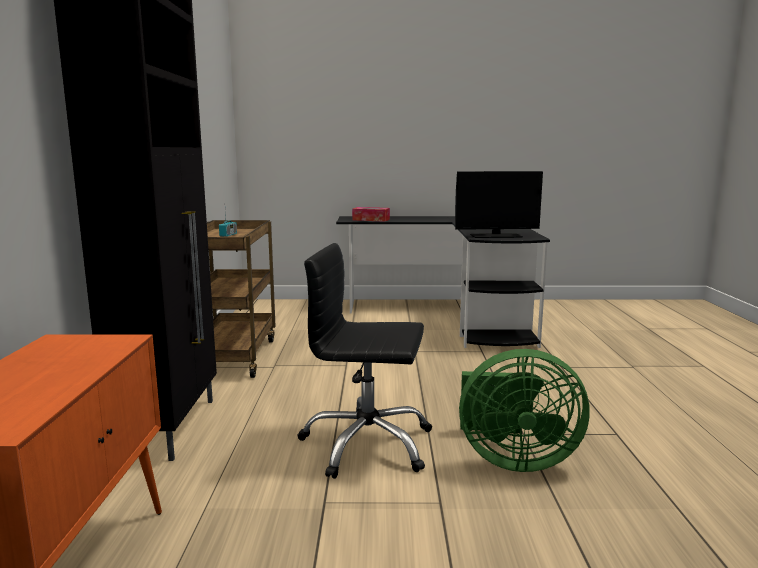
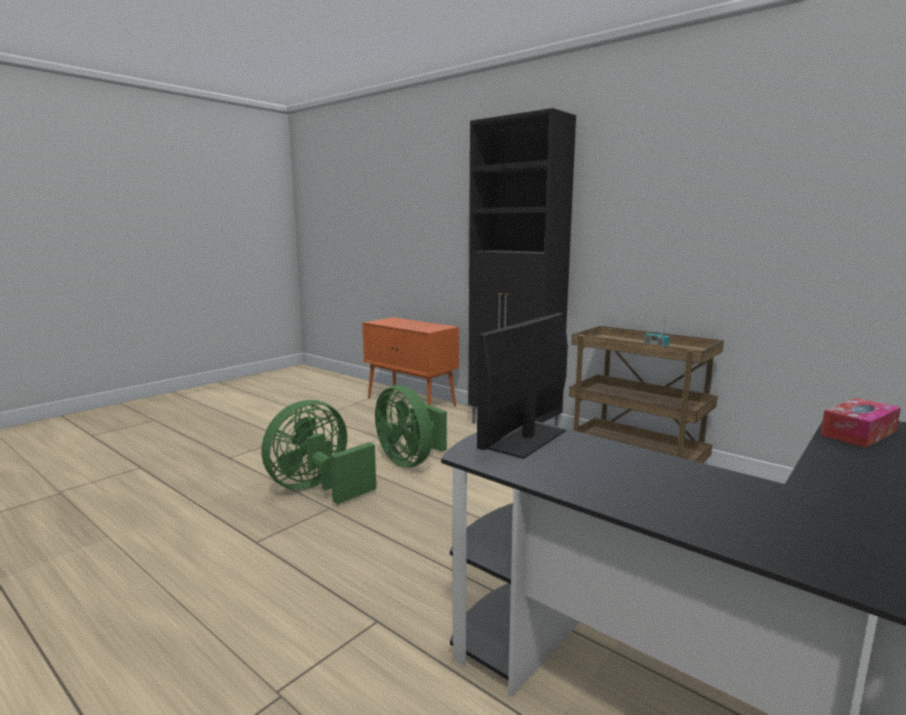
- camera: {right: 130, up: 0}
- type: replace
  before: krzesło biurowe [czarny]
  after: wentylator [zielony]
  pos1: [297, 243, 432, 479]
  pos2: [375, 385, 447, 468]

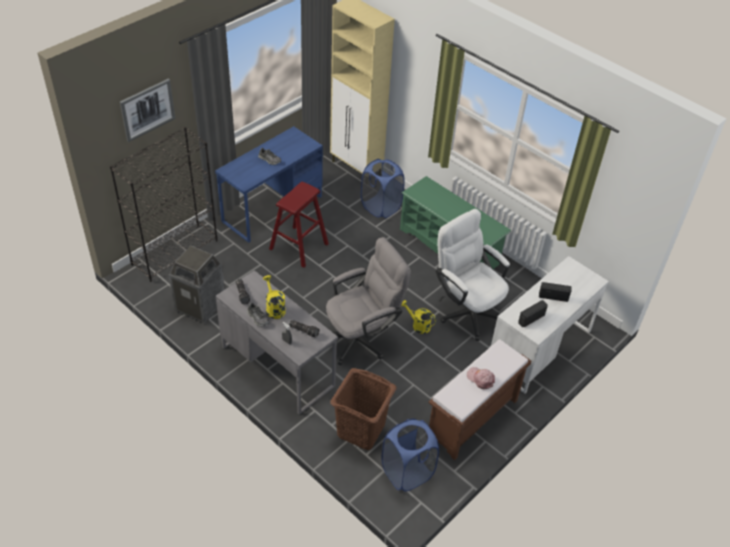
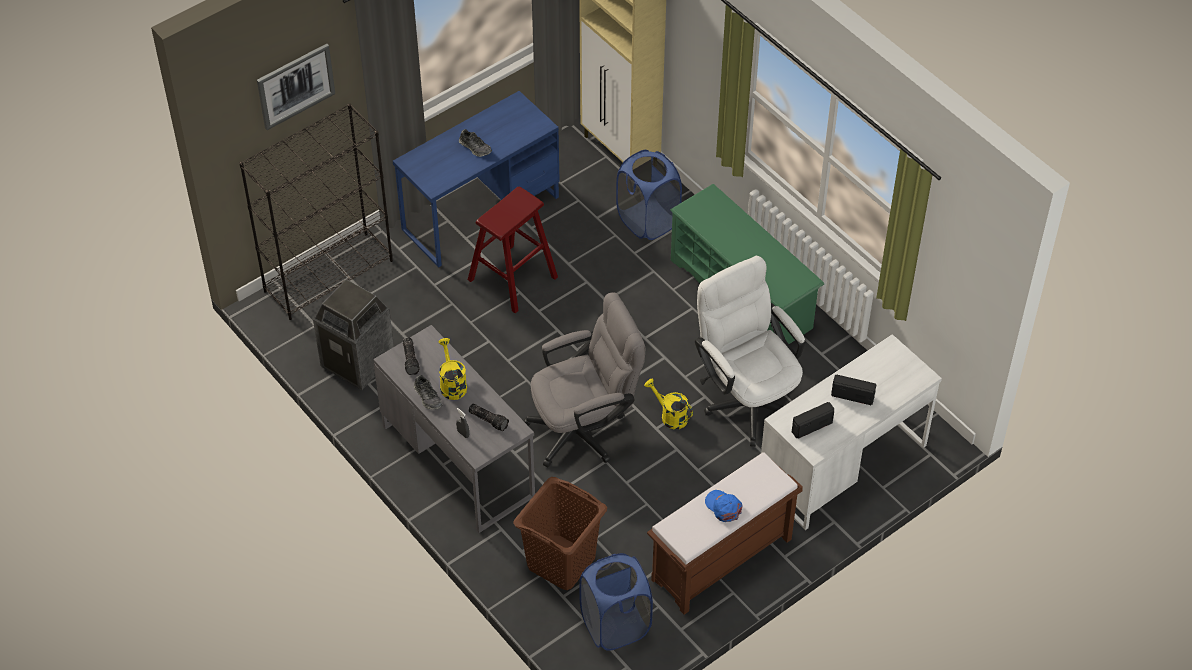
- camera: {right: 10, up: 5}
- type: recolor
  before: czapka z daszkiem [różowy]
  after: czapka z daszkiem [niebieski]
  pos1: [467, 367, 495, 389]
  pos2: [705, 490, 743, 522]

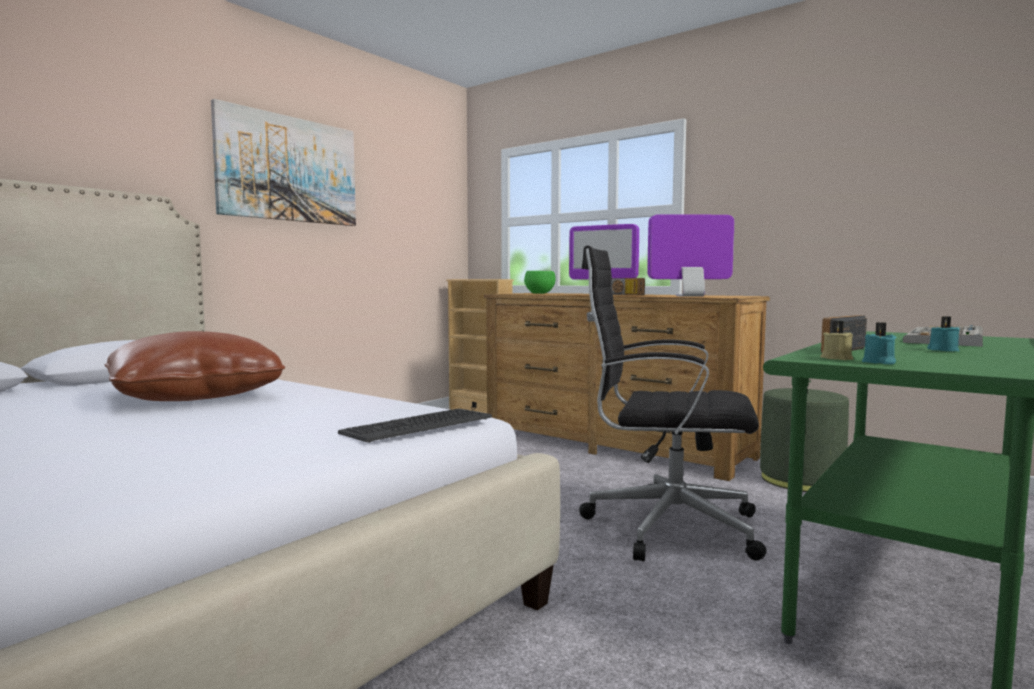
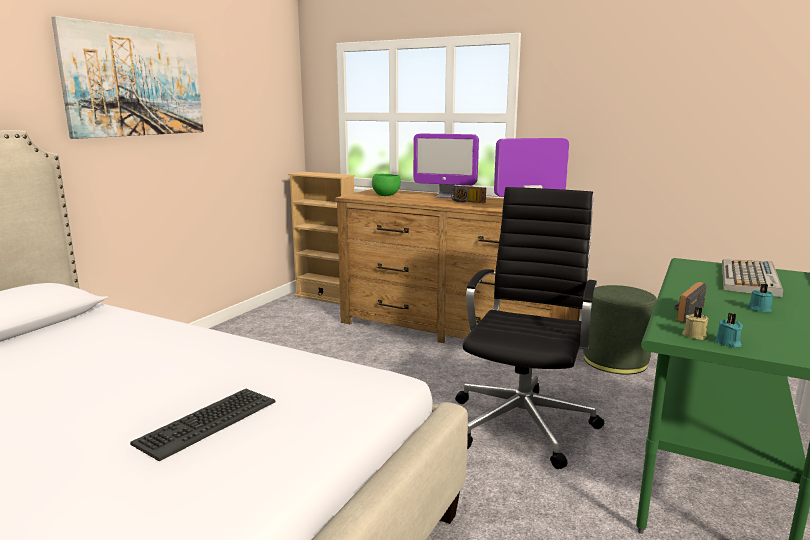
- camera: {right: -10, up: 10}
- type: delete
  before: poduszka [brązowy]
  pos1: [104, 331, 285, 401]
- type: move
  before: klawiatura
  pos1: [338, 408, 492, 443]
  pos2: [130, 389, 276, 461]
- type: rotate
  before: krzesło biurowe [czarny]
  pos1: [579, 246, 766, 561]
  pos2: [455, 187, 604, 469]
  turn: 105

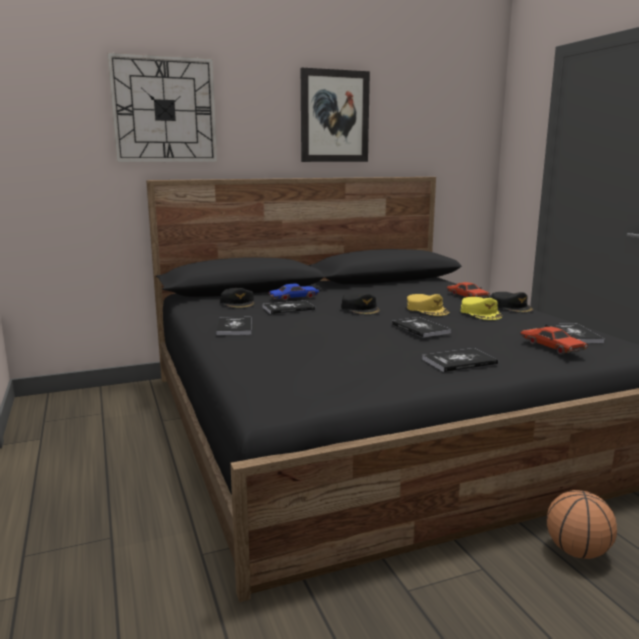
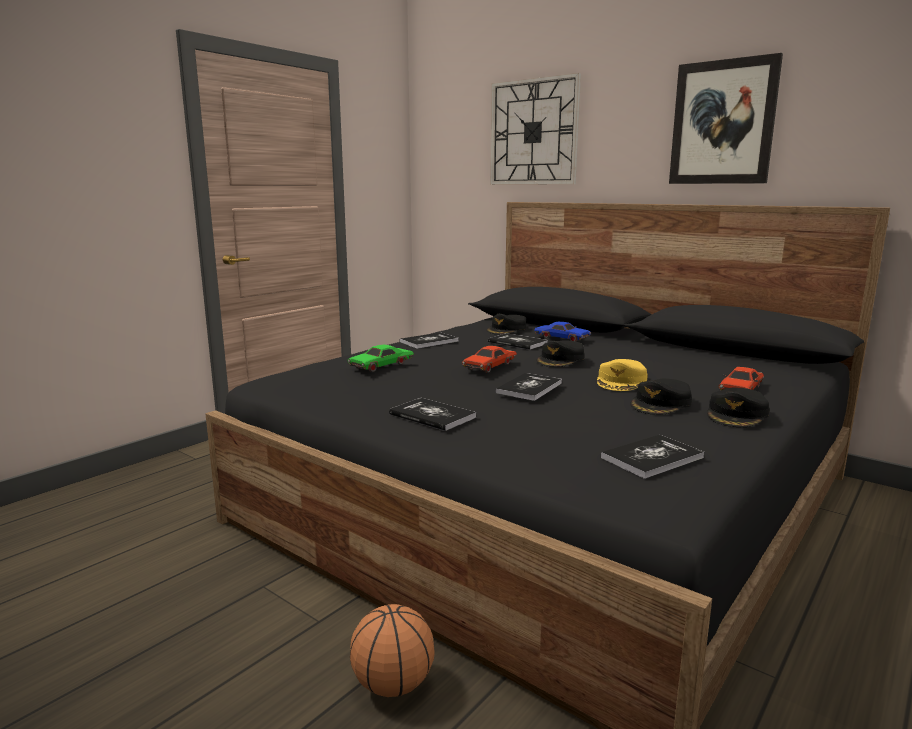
- camera: {right: 60, up: 0}
- type: recolor
  before: czapka z daszkiem [żółty]
  after: czapka z daszkiem [czarny]
  pos1: [461, 297, 503, 320]
  pos2: [630, 379, 692, 415]
- type: move
  before: samochodzik [czerwony]
  pos1: [520, 327, 588, 355]
  pos2: [462, 346, 517, 373]
- type: insert
  after: samochodzik [zielony]
  pos2: [347, 345, 414, 372]

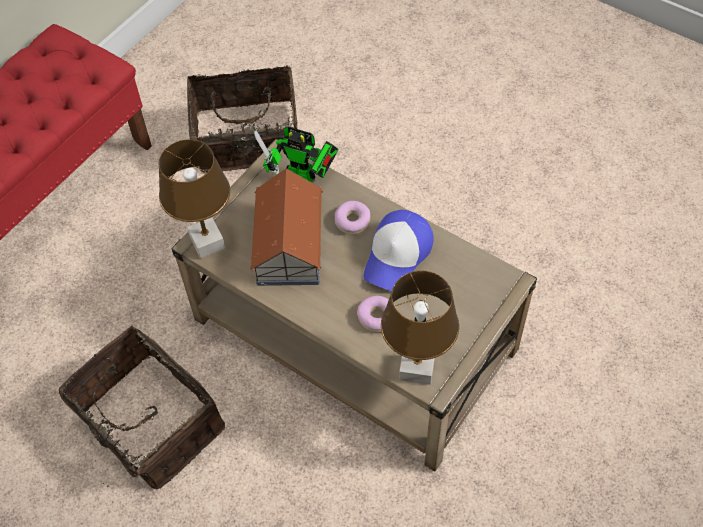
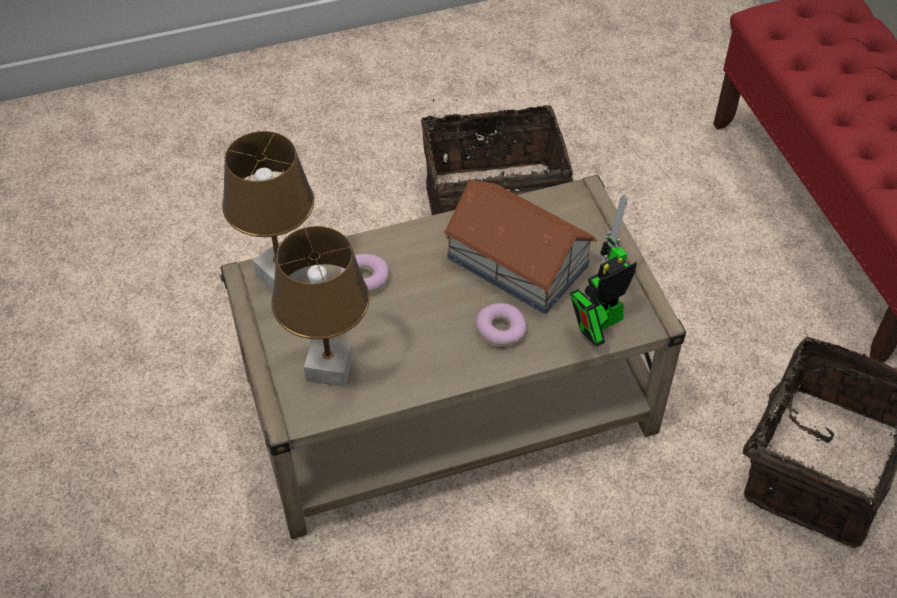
- camera: {right: 125, up: -5}
- type: move
  before: lampa stołowa [brązowy]
  pos1: [159, 139, 230, 258]
  pos2: [271, 226, 370, 387]
- type: delete
  before: czapka z daszkiem
  pos1: [363, 210, 434, 291]

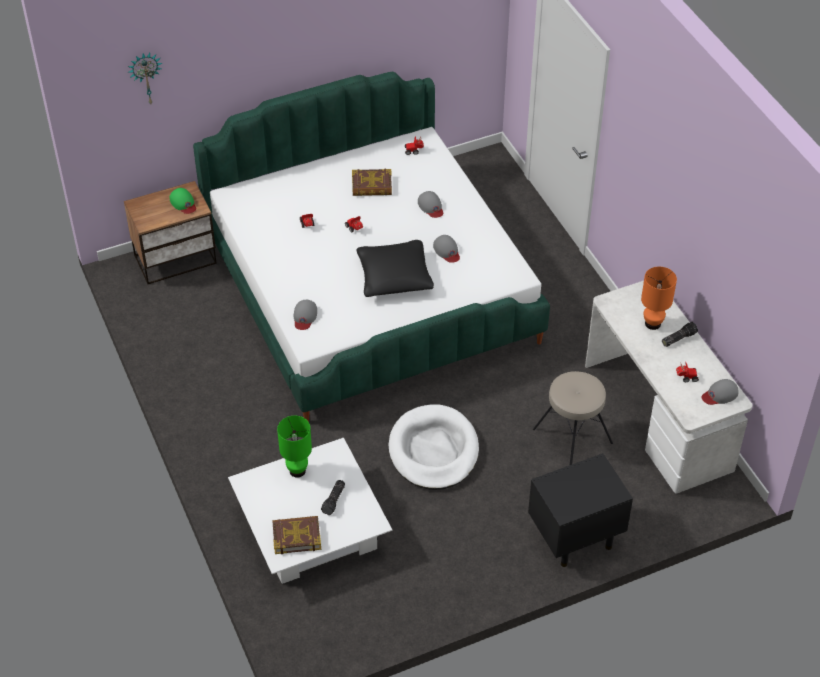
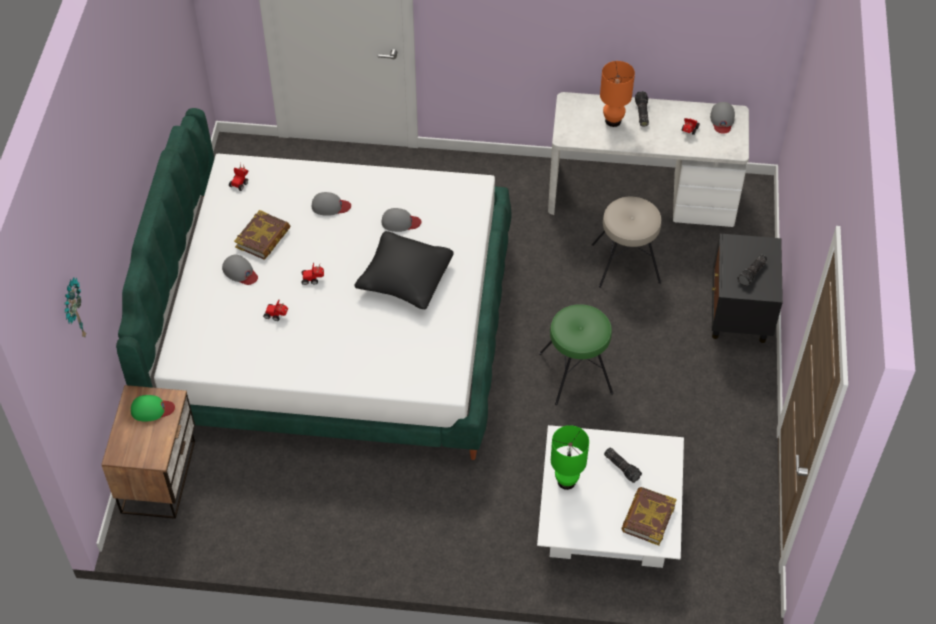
- camera: {right: -60, up: 5}
- type: move
  before: czapka z daszkiem [szary]
  pos1: [294, 300, 317, 330]
  pos2: [222, 255, 258, 285]
- type: replace
  before: legowisko [biały]
  after: stołek [zielony]
  pos1: [388, 404, 479, 490]
  pos2: [539, 304, 614, 405]
- type: insert
  after: latarka
  pos2: [737, 255, 767, 286]

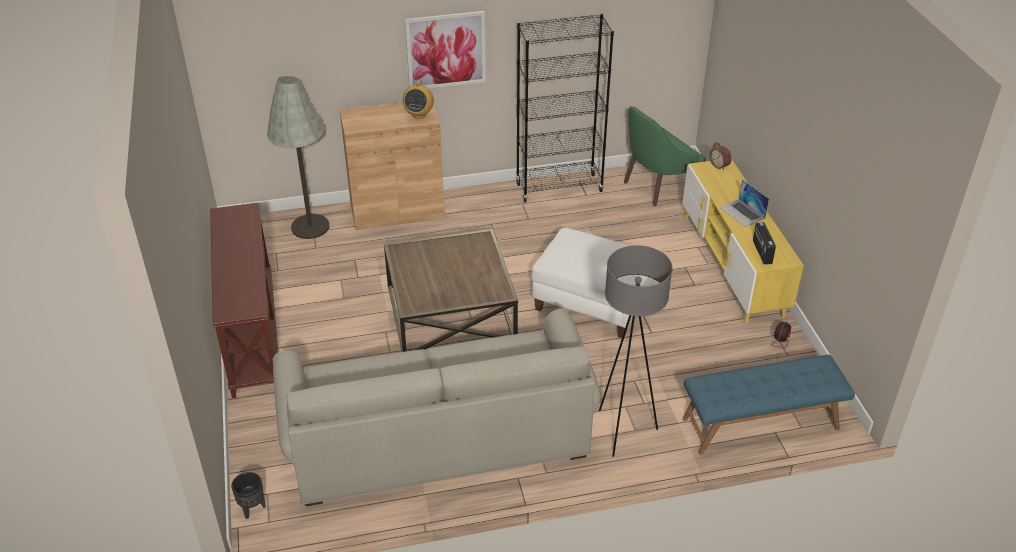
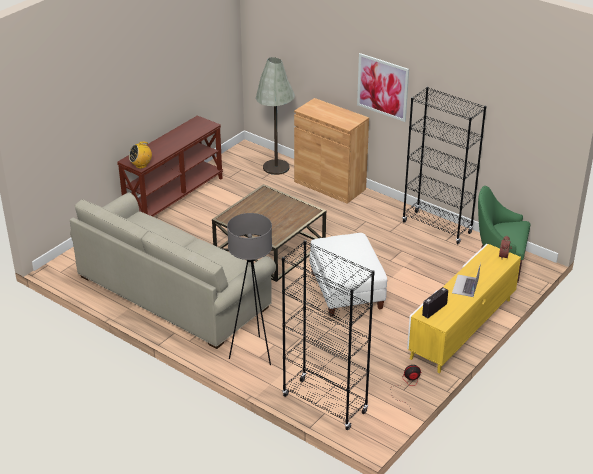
- camera: {right: 50, up: -5}
- type: delete
  before: donica [czarny]
  pos1: [231, 472, 266, 519]
- type: move
  before: radio
  pos1: [403, 80, 434, 119]
  pos2: [129, 142, 152, 169]
- type: replace
  before: ławka [niebieski]
  after: regał [czarny]
  pos1: [683, 355, 855, 455]
  pos2: [282, 240, 375, 430]

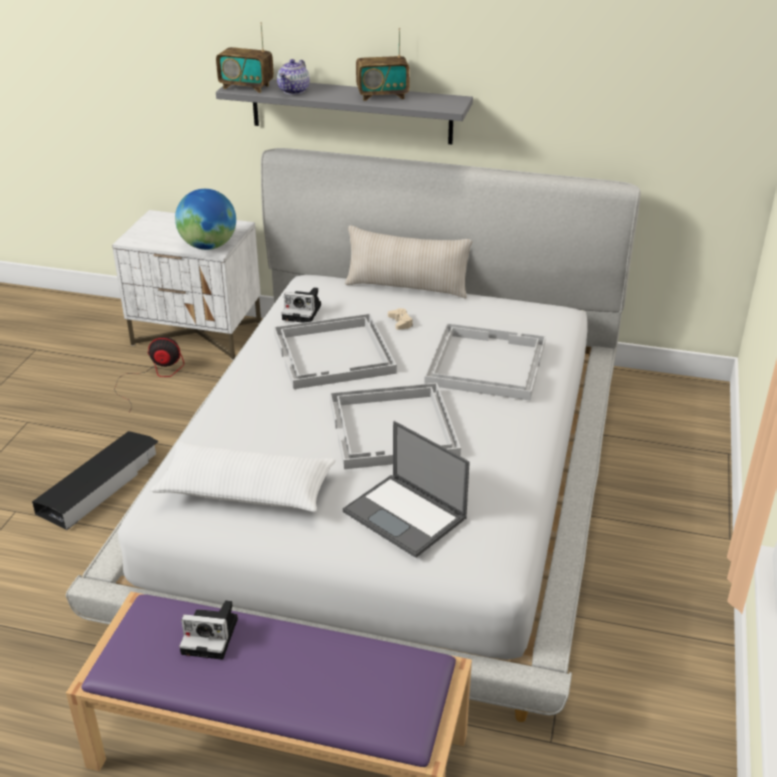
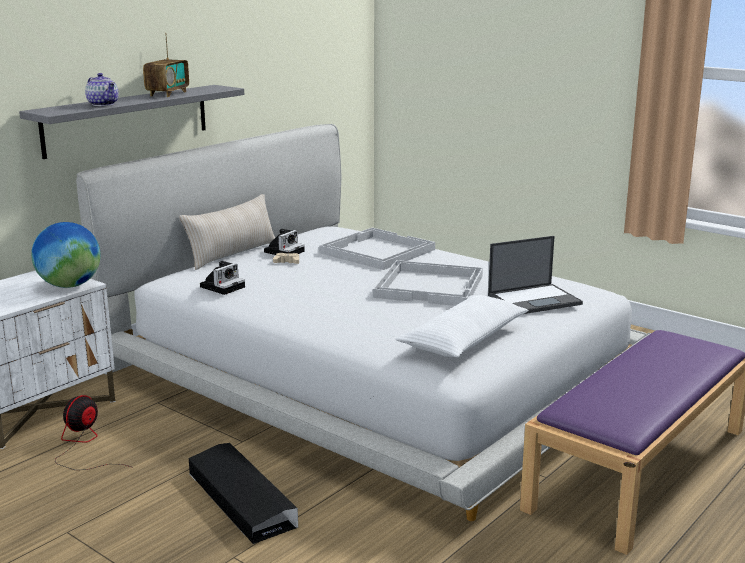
- camera: {right: -65, up: -15}
- type: move
  before: aparat fotograficzny
  pos1: [179, 600, 238, 660]
  pos2: [264, 229, 305, 255]
- type: delete
  before: radio
  pos1: [216, 22, 274, 93]
- type: delete
  before: taca [biały]
  pos1: [274, 313, 397, 389]

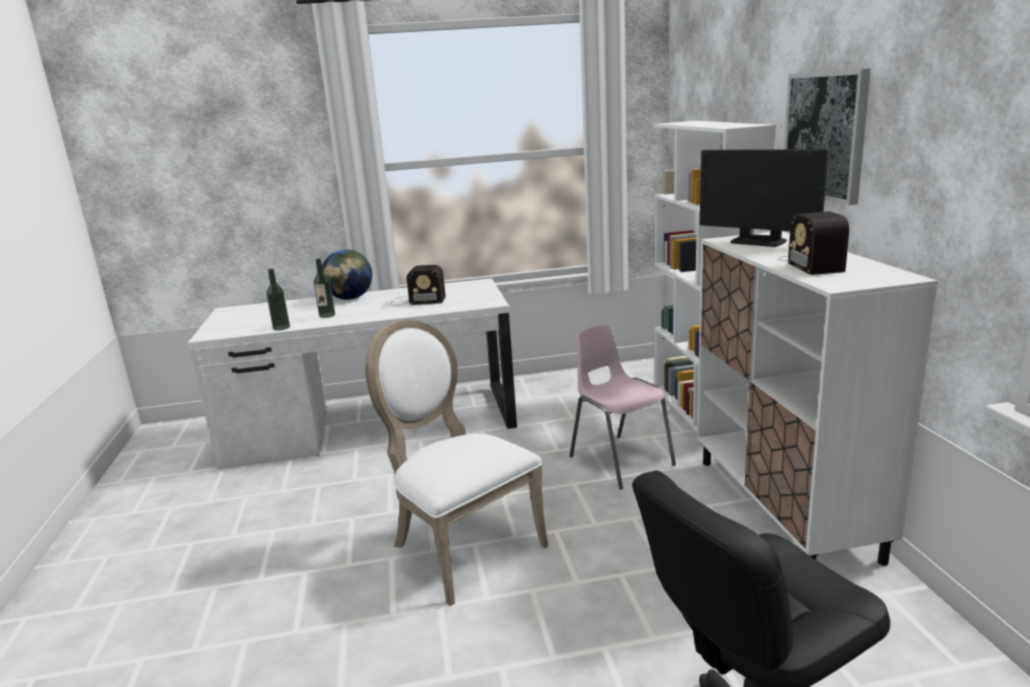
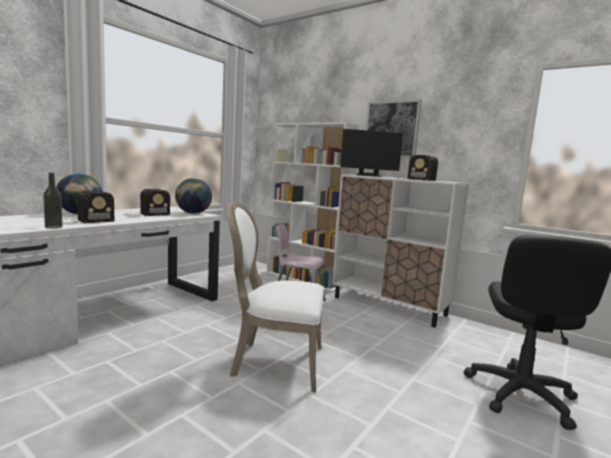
- camera: {right: -45, up: -10}
- type: replace
  before: butelka
  after: radio
  pos1: [314, 258, 335, 318]
  pos2: [62, 191, 114, 224]
- type: insert
  after: globus
  pos2: [175, 178, 212, 214]

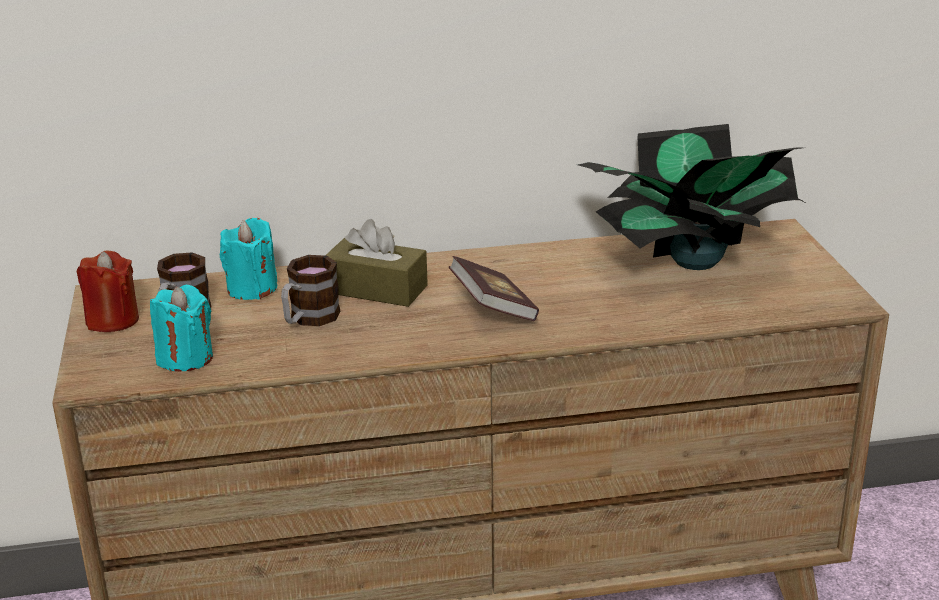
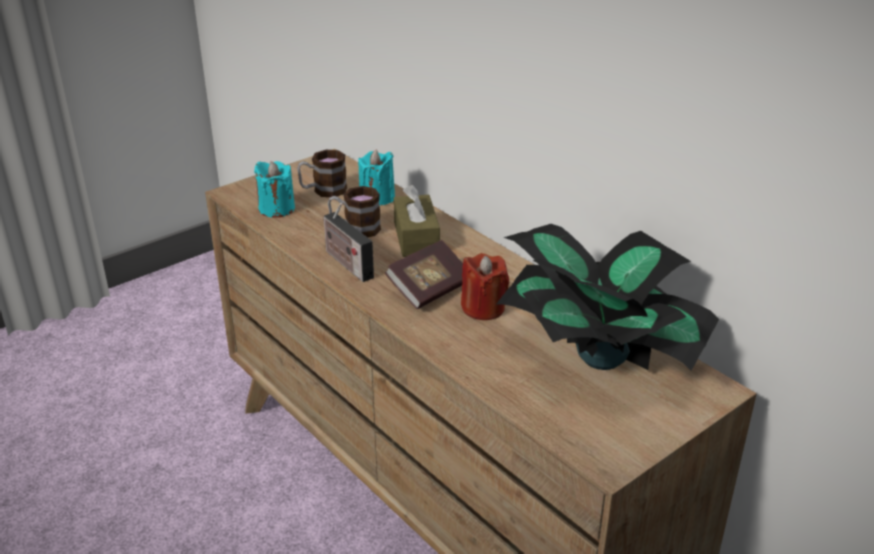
- camera: {right: 60, up: 5}
- type: move
  before: świeca [czerwony]
  pos1: [77, 251, 139, 332]
  pos2: [461, 253, 509, 320]
- type: insert
  after: radio
  pos2: [323, 203, 374, 282]

